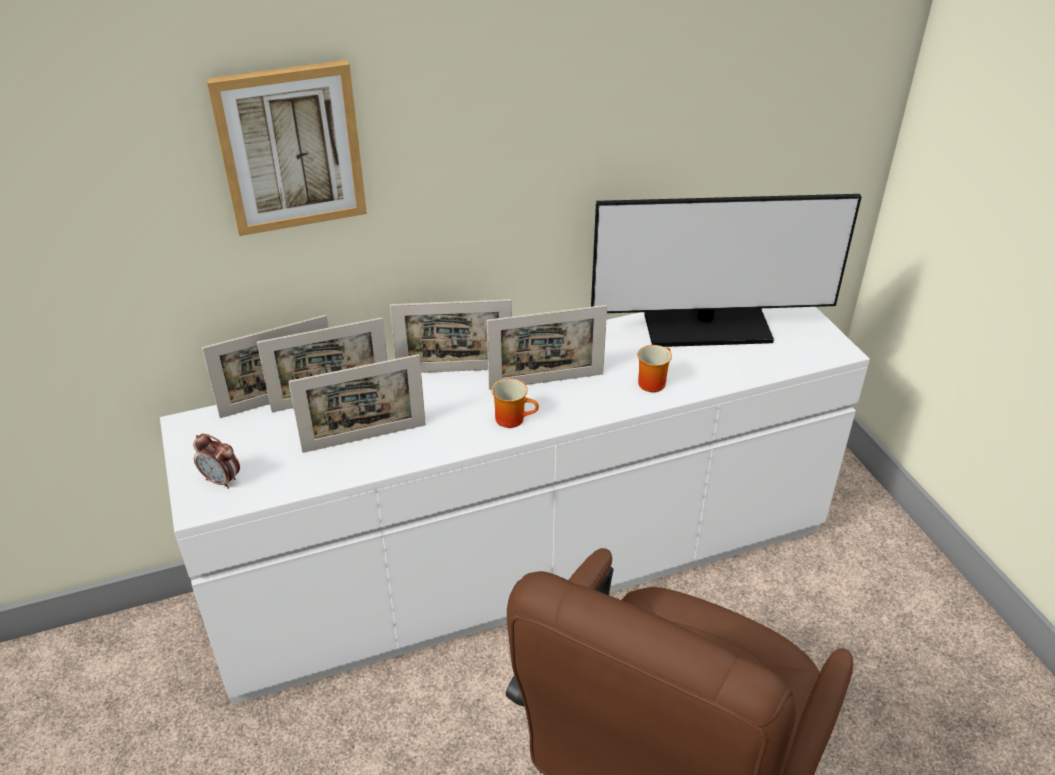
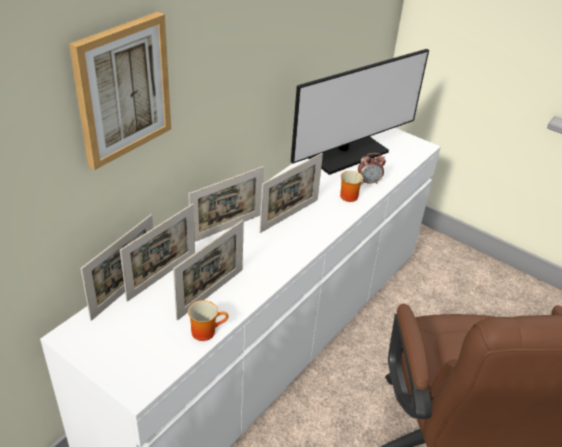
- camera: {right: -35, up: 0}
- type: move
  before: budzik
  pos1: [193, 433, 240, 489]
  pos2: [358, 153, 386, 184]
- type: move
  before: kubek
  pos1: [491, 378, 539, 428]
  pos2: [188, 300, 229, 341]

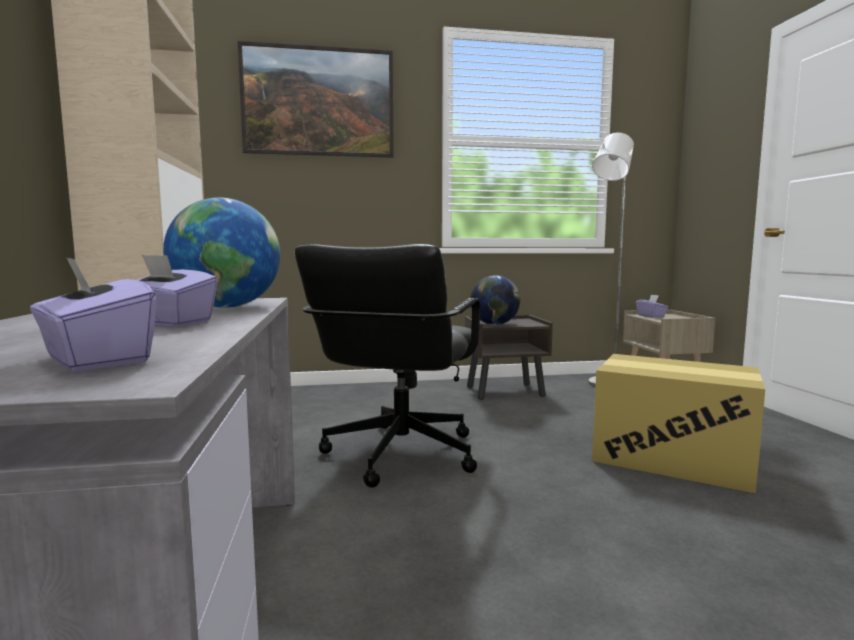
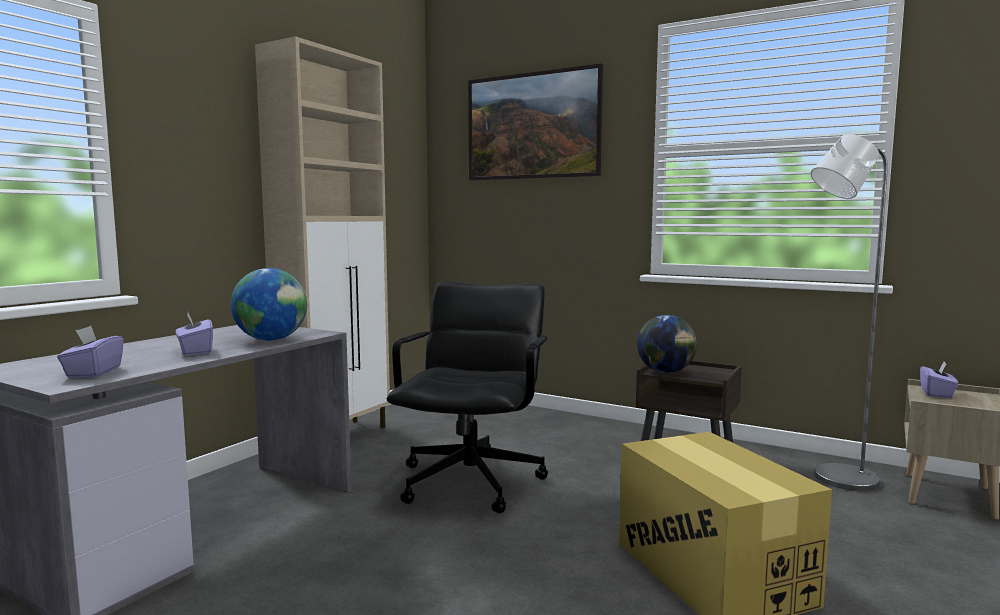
- camera: {right: 40, up: 0}
- type: rotate
  before: krzesło biurowe [czarny]
  pos1: [294, 244, 480, 488]
  pos2: [386, 282, 548, 513]
  turn: 135

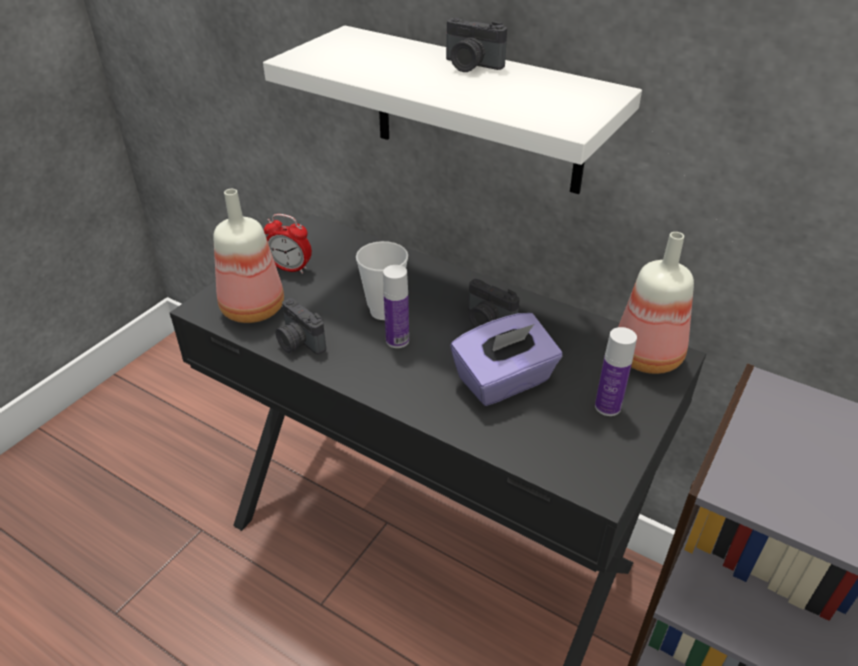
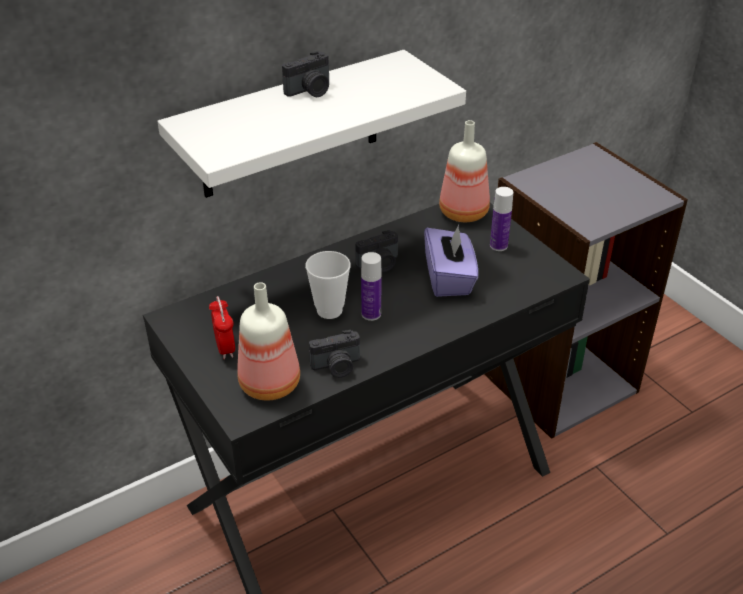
- camera: {right: -65, up: 0}
- type: rotate
  before: budzik
  pos1: [264, 214, 312, 274]
  pos2: [209, 296, 235, 359]
  turn: -60

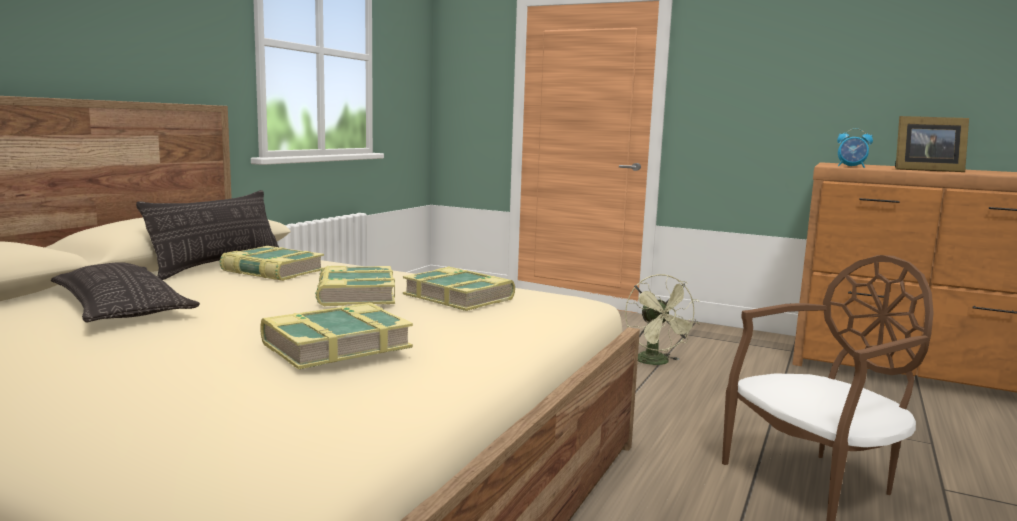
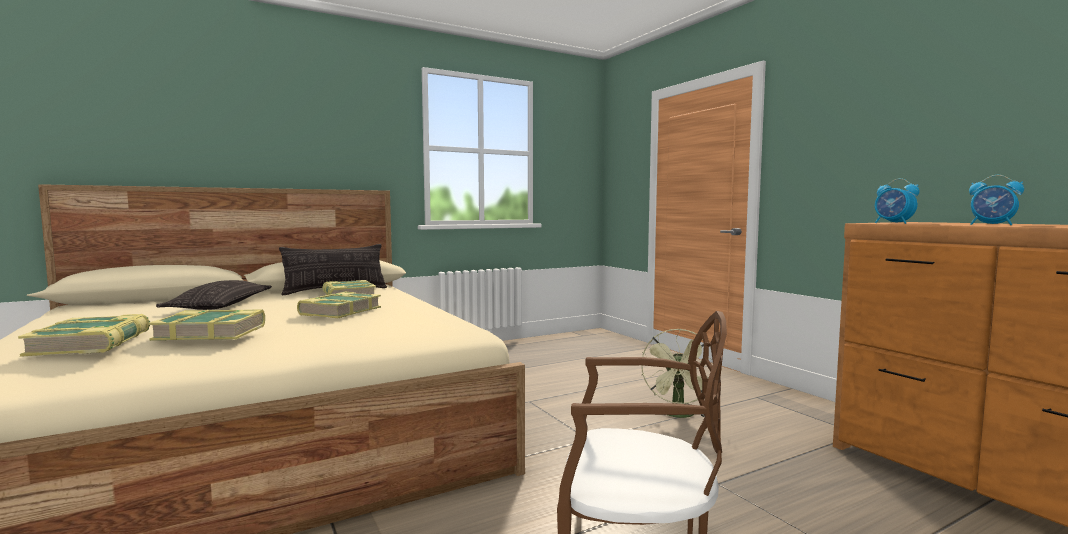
- camera: {right: 35, up: -5}
- type: move
  before: książka
  pos1: [403, 266, 515, 311]
  pos2: [18, 314, 150, 357]
- type: replace
  before: ramka na zdjęcie
  after: budzik
  pos1: [895, 116, 969, 172]
  pos2: [969, 175, 1024, 225]

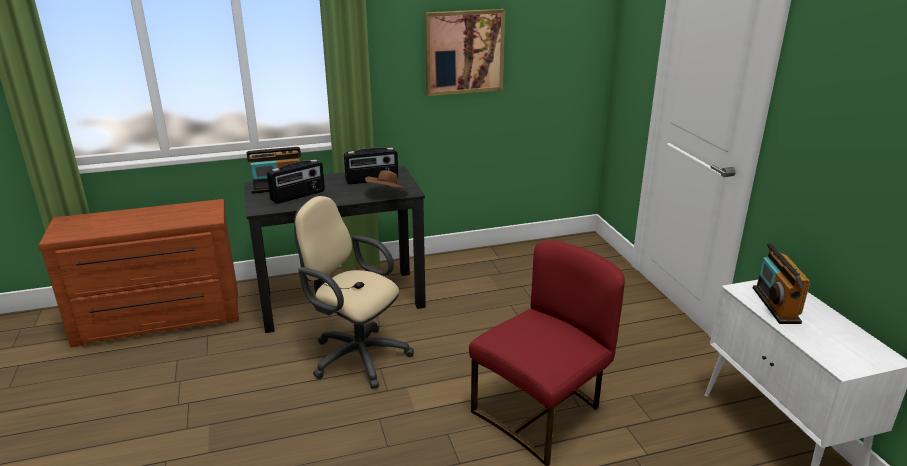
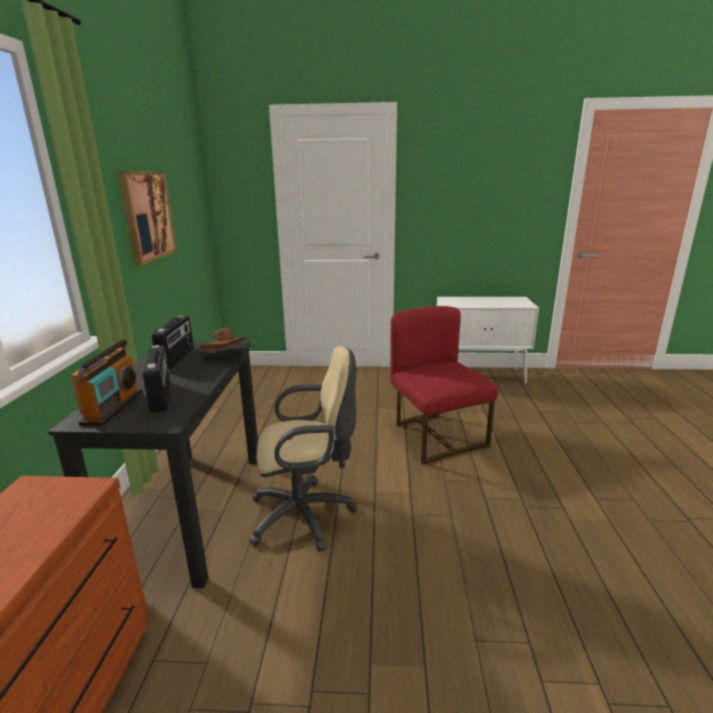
- camera: {right: -70, up: -5}
- type: rotate
  before: krzesło biurowe [beżowy]
  pos1: [294, 196, 414, 389]
  pos2: [249, 346, 357, 552]
  turn: -150
- type: delete
  before: radio
  pos1: [753, 242, 810, 324]

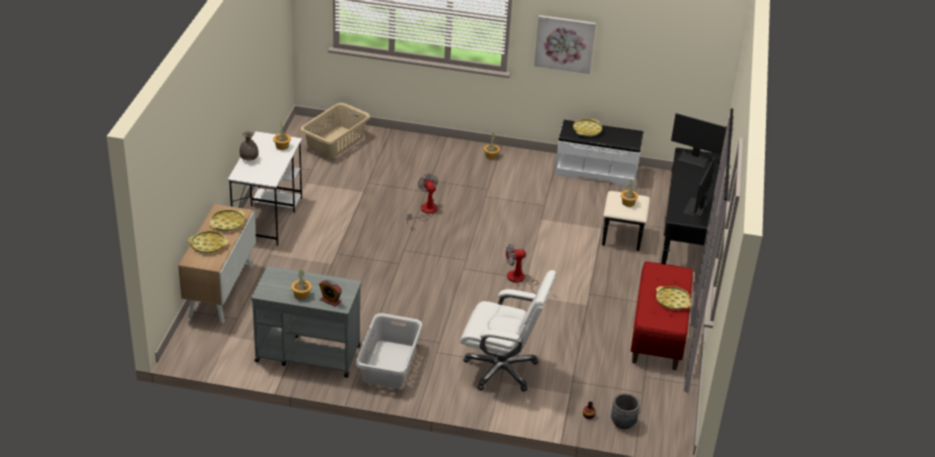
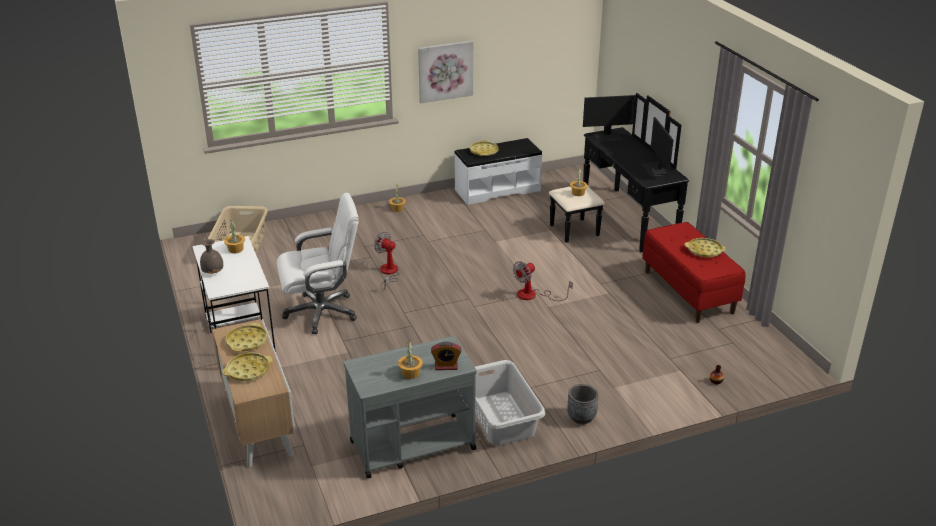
- camera: {right: -30, up: -5}
- type: move
  before: krzesło biurowe [biały]
  pos1: [460, 270, 556, 392]
  pos2: [277, 192, 359, 334]
- type: move
  before: donica [szary]
  pos1: [611, 393, 640, 429]
  pos2: [567, 384, 598, 424]

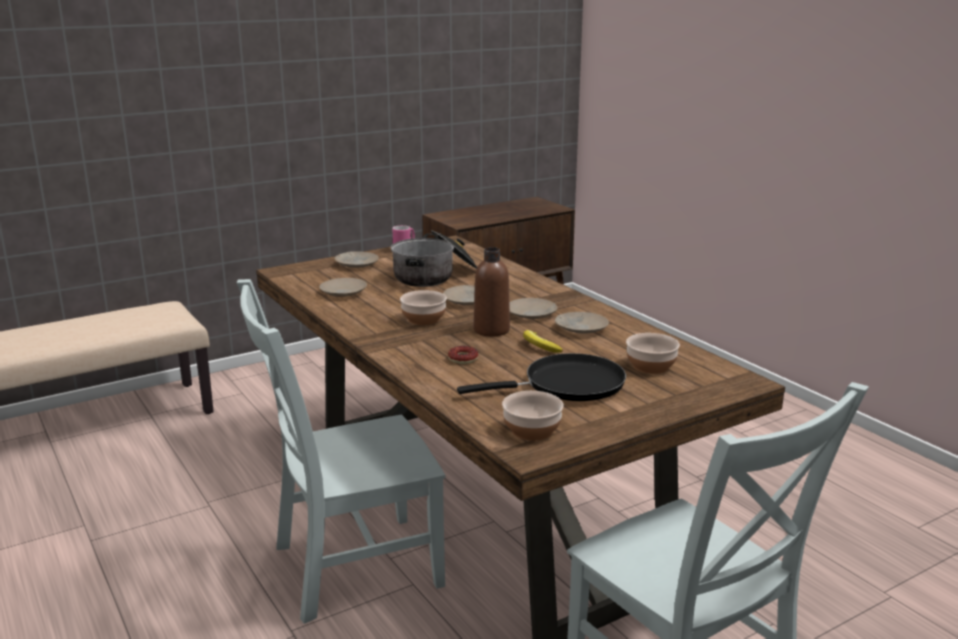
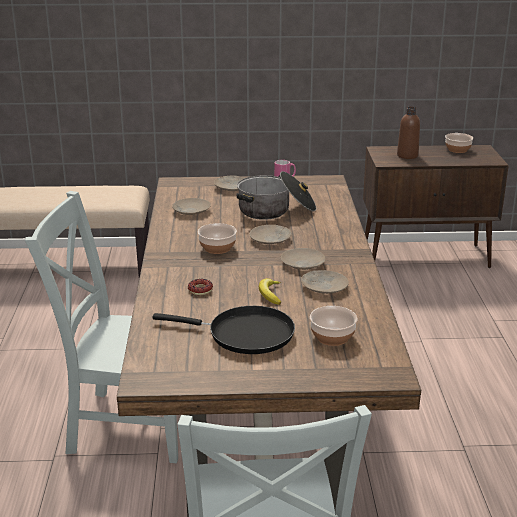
- camera: {right: 30, up: 5}
- type: move
  before: butelka [brązowy]
  pos1: [474, 247, 510, 336]
  pos2: [397, 107, 420, 159]
- type: move
  before: miska
  pos1: [502, 391, 563, 441]
  pos2: [445, 133, 473, 153]

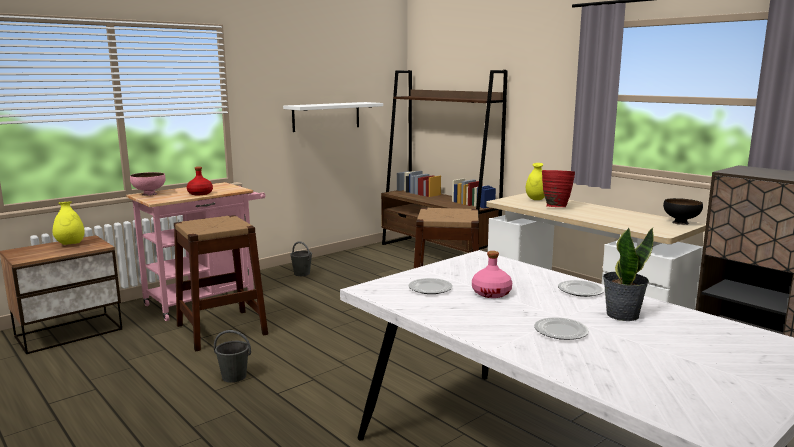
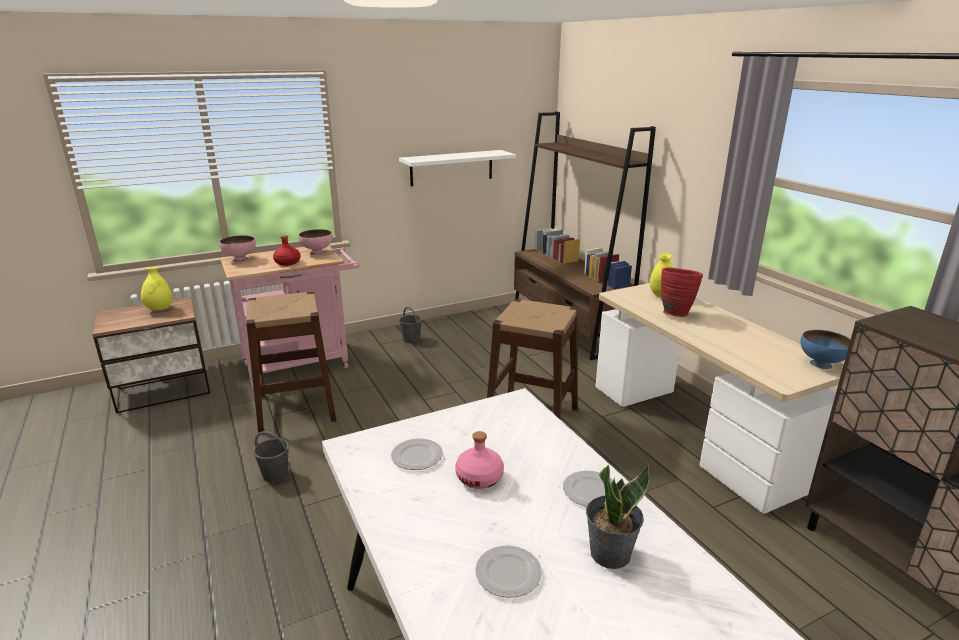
- camera: {right: 15, up: 10}
- type: recolor
  before: miska [czarny]
  after: miska [niebieski]
  pos1: [663, 198, 703, 225]
  pos2: [800, 330, 851, 369]
- type: insert
  after: miska [różowy]
  pos2: [299, 229, 333, 255]

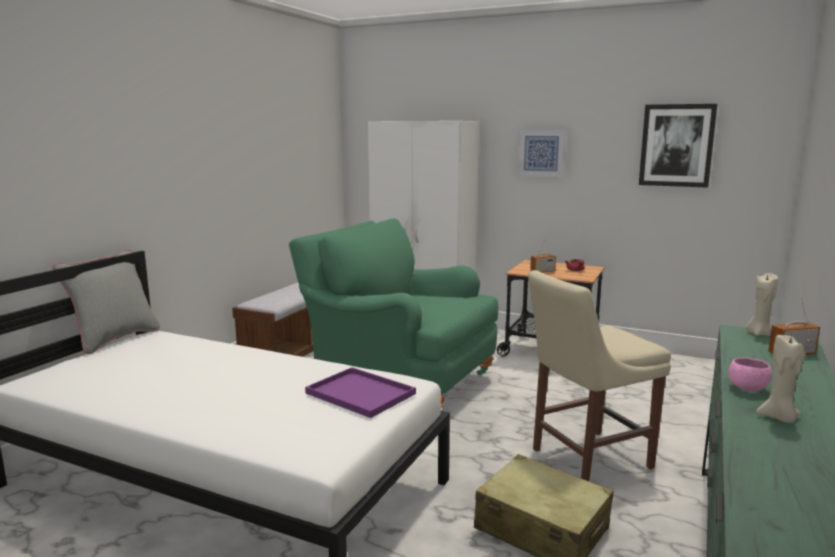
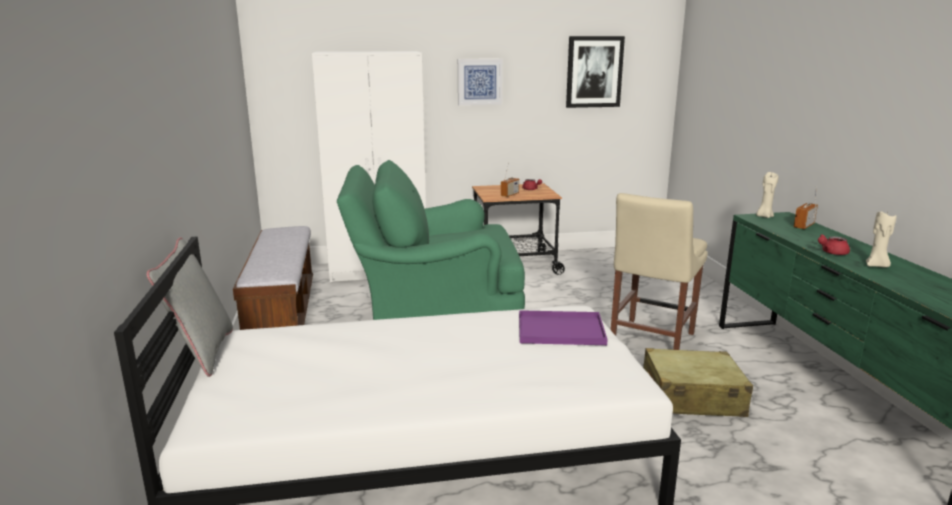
- camera: {right: -35, up: 5}
- type: replace
  before: miska [różowy]
  after: imbryk [czerwony]
  pos1: [729, 358, 772, 391]
  pos2: [818, 234, 850, 255]

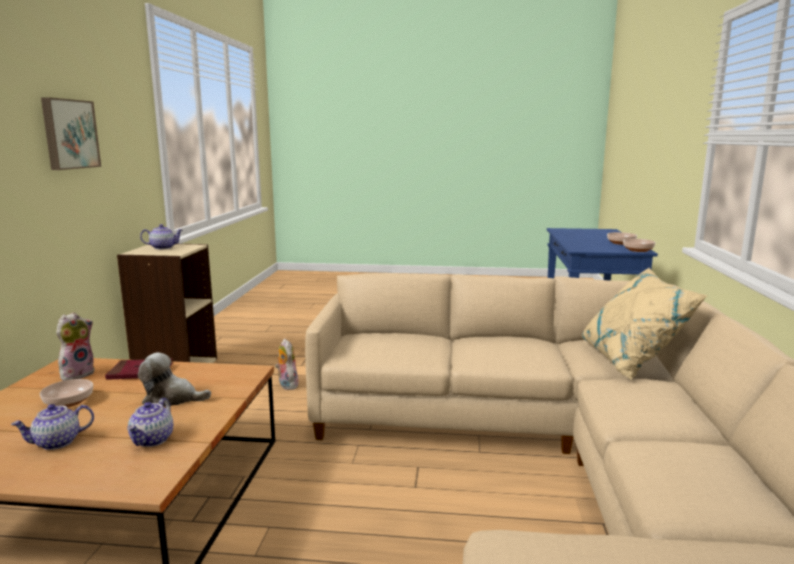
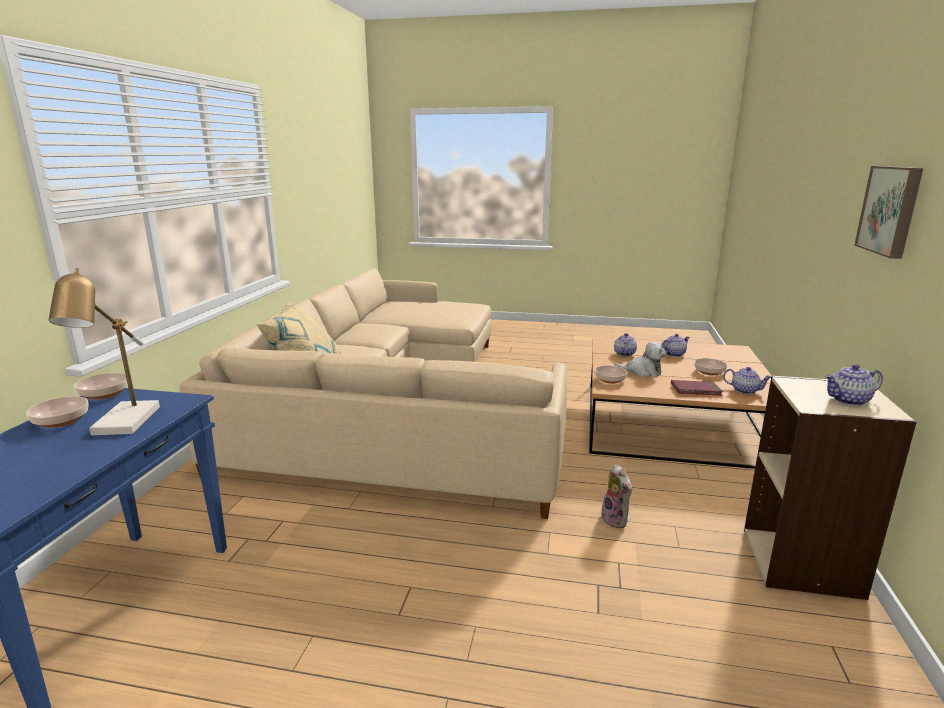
- camera: {right: -175, up: 5}
- type: replace
  before: pluszak
  after: imbryk
  pos1: [56, 312, 95, 381]
  pos2: [723, 367, 771, 394]
- type: insert
  after: lampa stołowa
  pos2: [49, 268, 160, 435]
- type: insert
  after: miska
  pos2: [595, 365, 628, 384]

